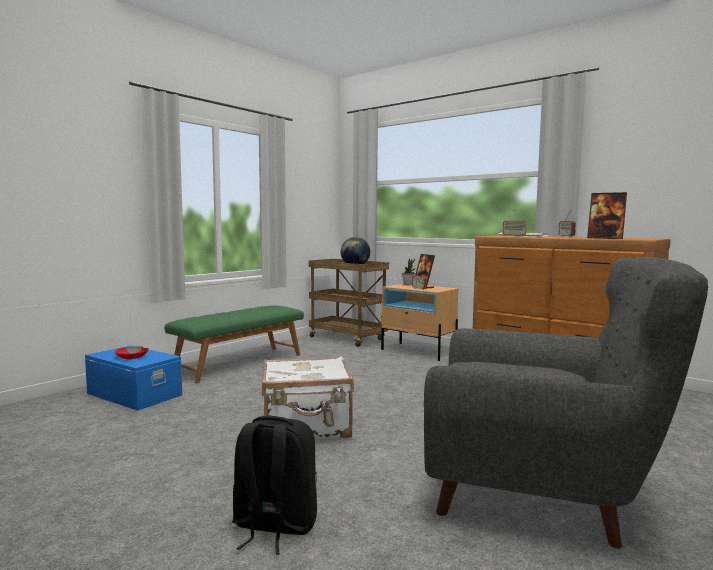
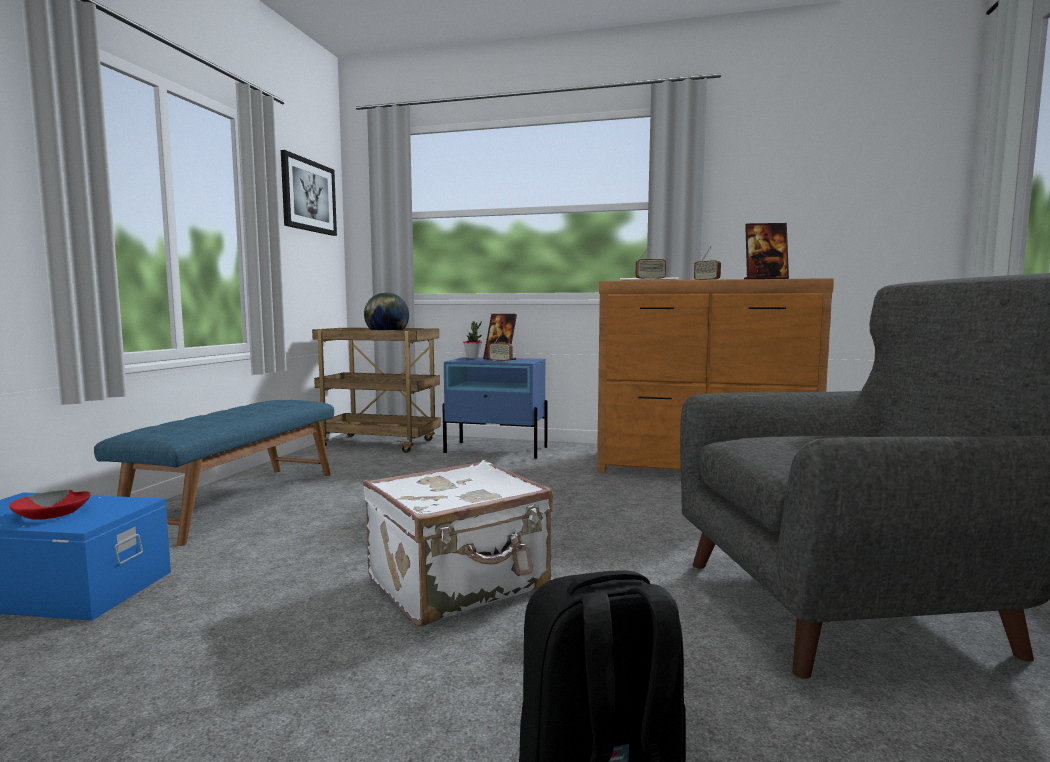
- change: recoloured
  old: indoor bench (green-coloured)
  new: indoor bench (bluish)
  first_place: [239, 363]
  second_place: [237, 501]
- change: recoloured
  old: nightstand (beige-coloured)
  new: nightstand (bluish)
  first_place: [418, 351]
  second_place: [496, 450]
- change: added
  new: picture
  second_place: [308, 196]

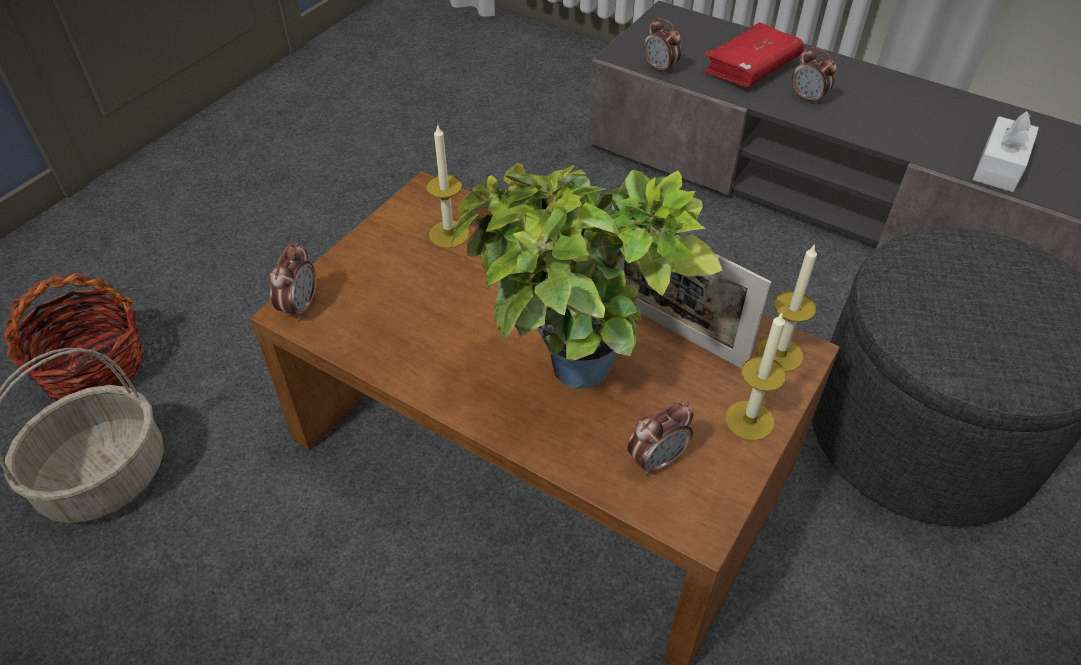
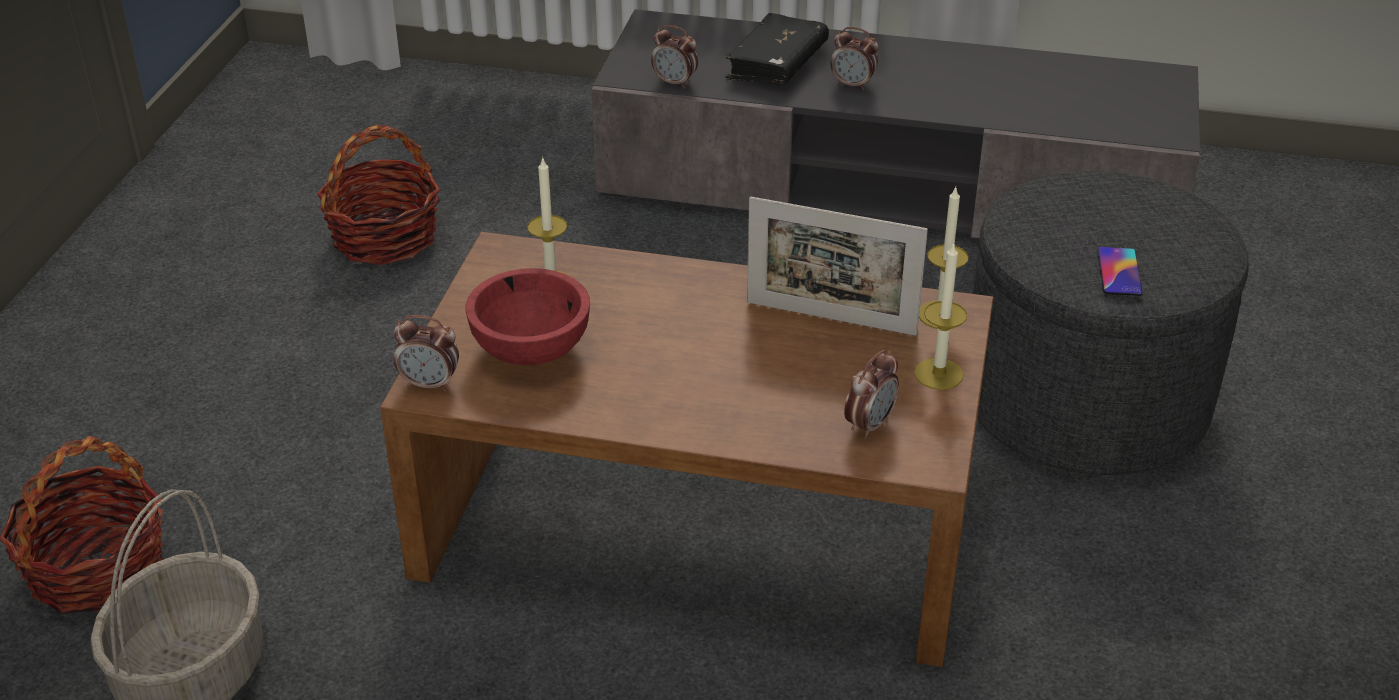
- change: turned
  old: bedside clock
  first_place: [300, 307]
  second_place: [430, 384]
  degrees: 105
- change: removed
  old: potted plant
  first_place: [571, 379]
- change: recoloured
  old: bound book (red-coloured)
  new: bound book (black)
  first_place: [751, 68]
  second_place: [776, 64]
- change: removed
  old: box of tissues (white-coloured)
  first_place: [999, 166]
- change: added
  new: storage basket
  second_place: [385, 237]
- change: added
  new: deep dish (red-coloured)
  second_place: [532, 349]
- change: added
  new: handset
  second_place: [1119, 272]

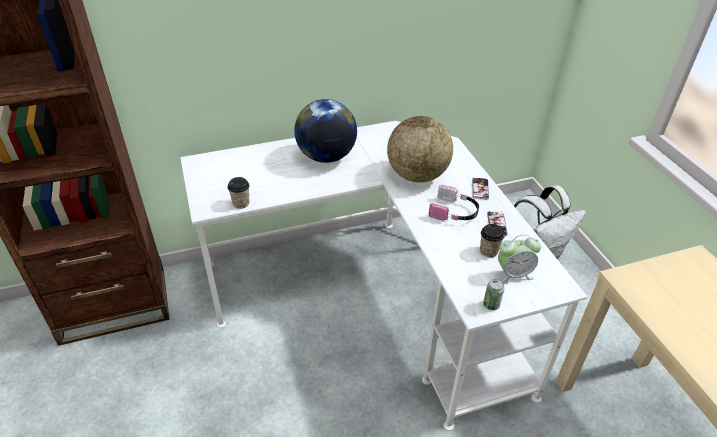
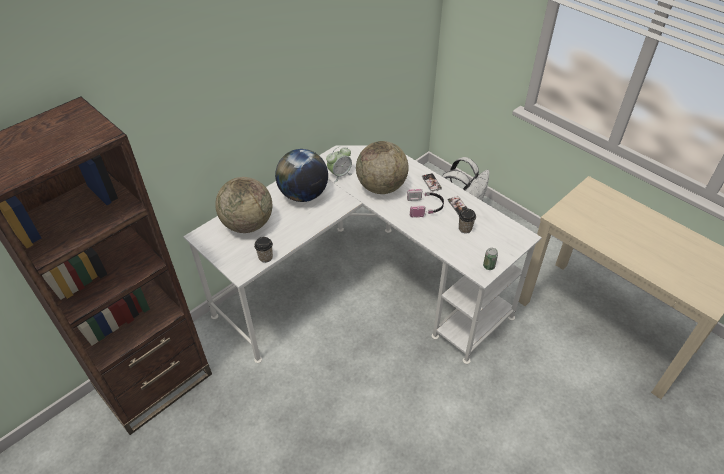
- change: moved
  old: bedside clock
  first_place: [513, 274]
  second_place: [340, 174]
- change: added
  new: desk globe
  second_place: [248, 224]

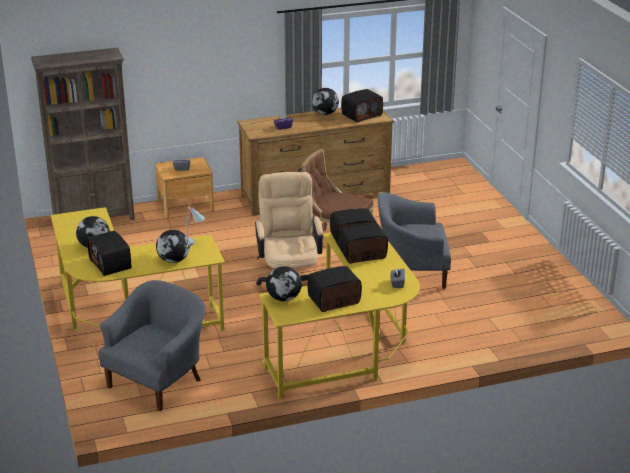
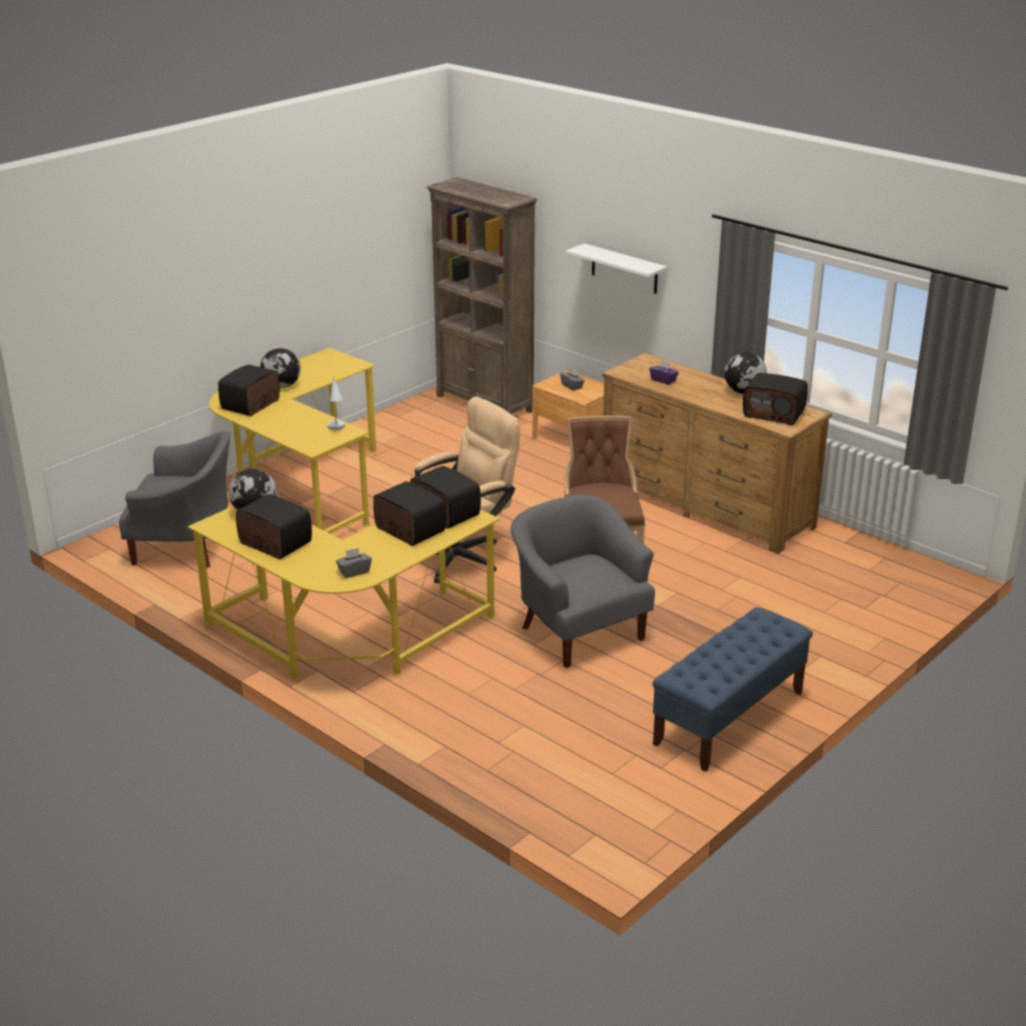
- change: removed
  old: desk globe
  first_place: [174, 260]
- change: added
  new: bracket shelf (white-coloured)
  second_place: [624, 269]
- change: added
  new: indoor bench (bluish)
  second_place: [729, 718]

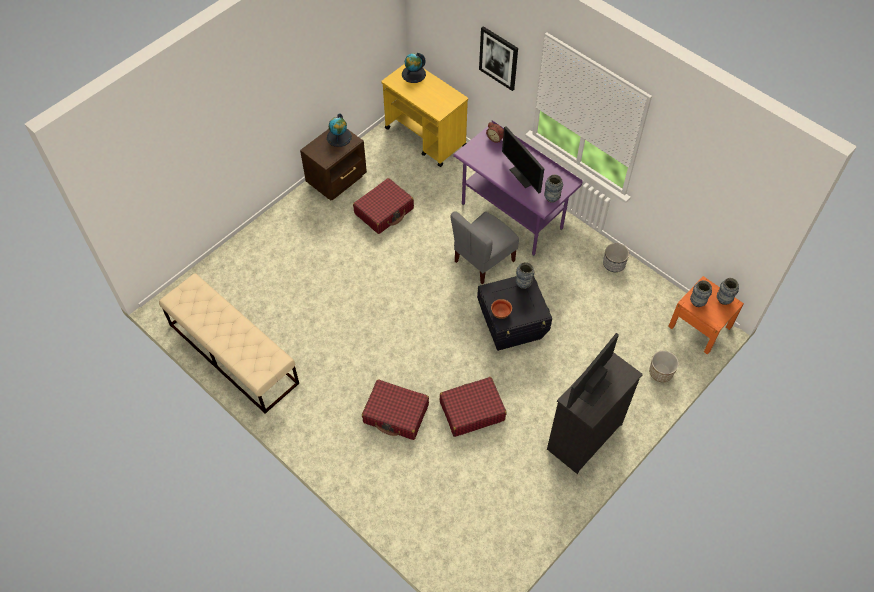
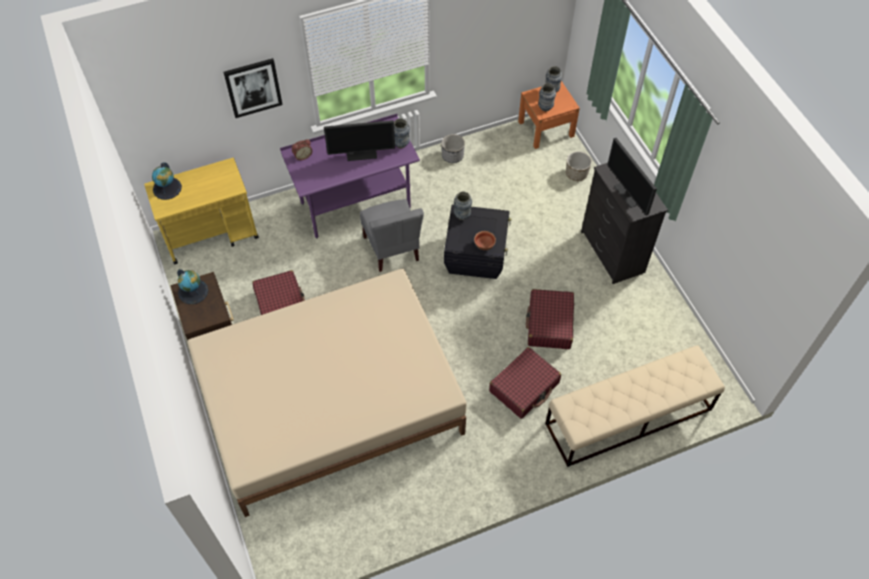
- change: moved
  old: indoor bench (beige-coloured)
  first_place: [233, 353]
  second_place: [628, 417]
- change: added
  new: bedroom bed (beige-coloured)
  second_place: [329, 400]

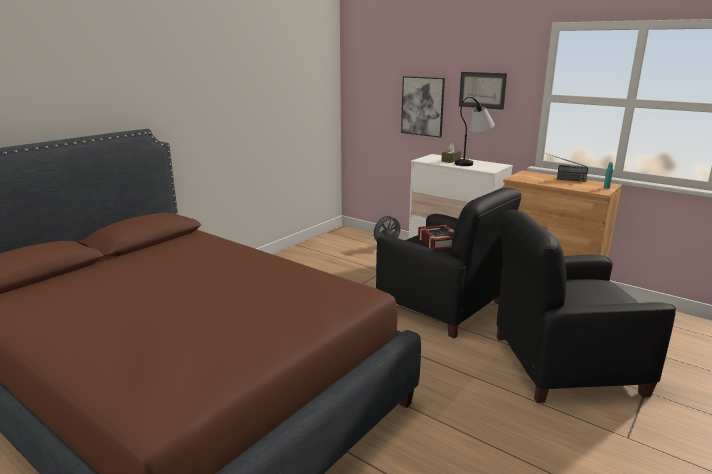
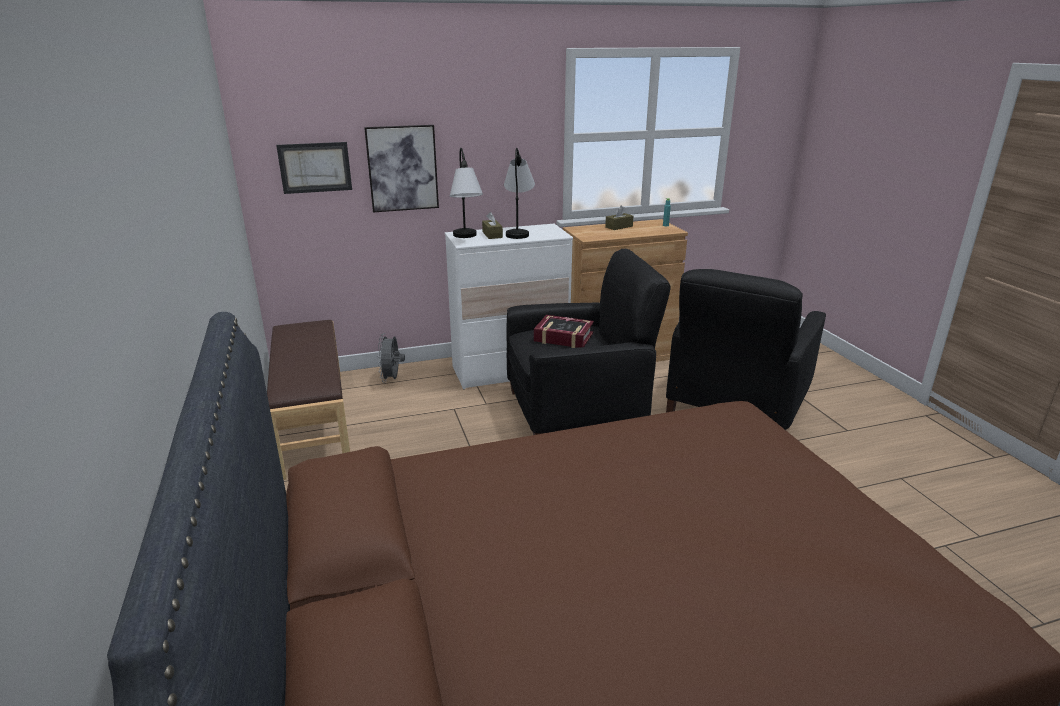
- change: moved
  old: picture
  first_place: [482, 90]
  second_place: [315, 167]
- change: replaced
  old: radio receiver
  new: box of tissues (brownish)
  first_place: [563, 179]
  second_place: [619, 227]
- change: added
  new: indoor bench (brownish)
  second_place: [312, 422]
- change: added
  new: tabletop lamp
  second_place: [466, 239]

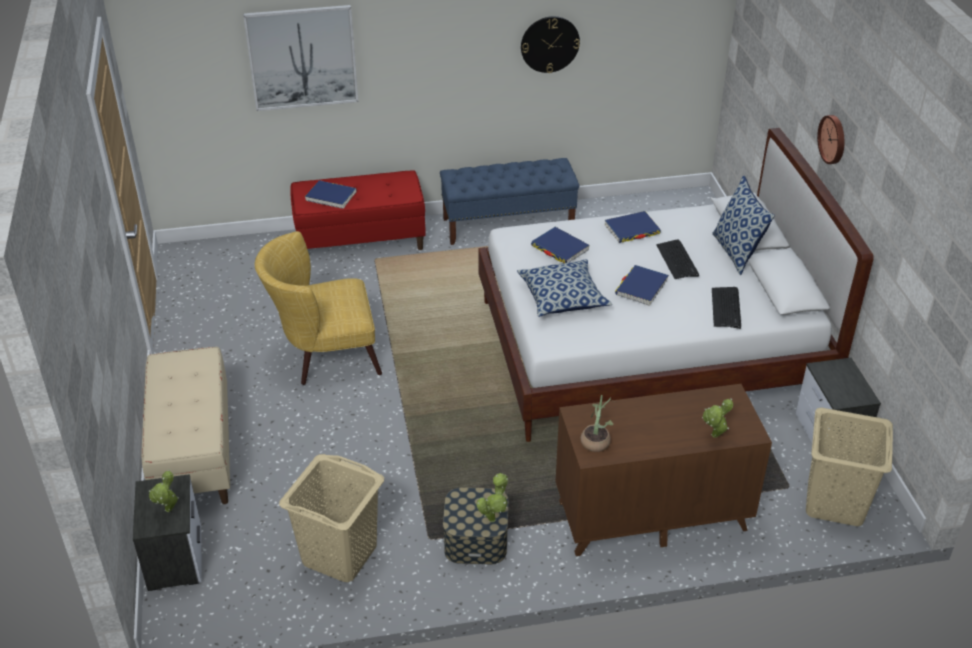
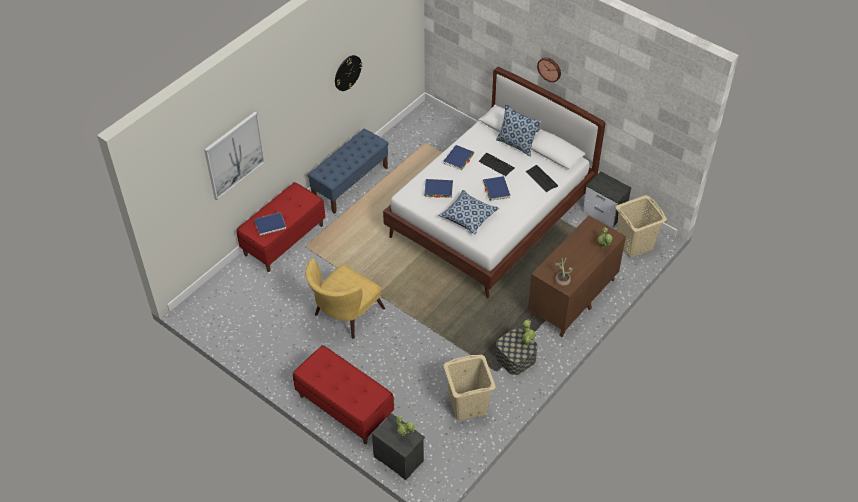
- change: recoloured
  old: indoor bench (beige-coloured)
  new: indoor bench (red-coloured)
  first_place: [193, 453]
  second_place: [344, 407]

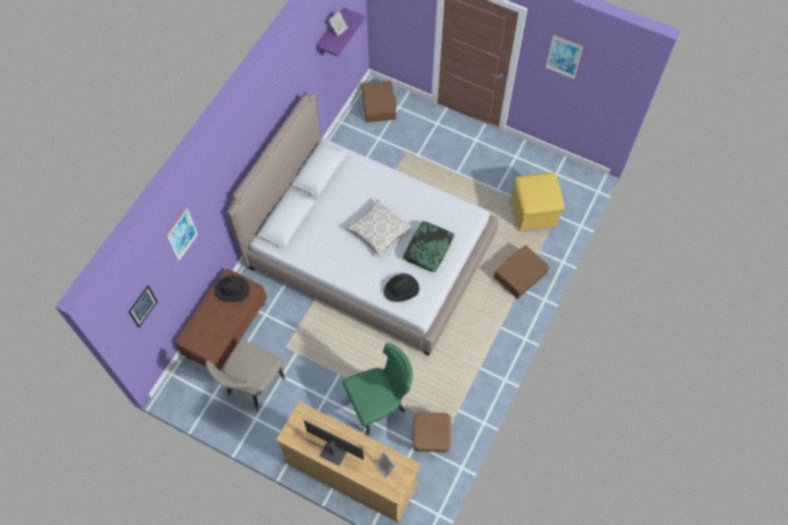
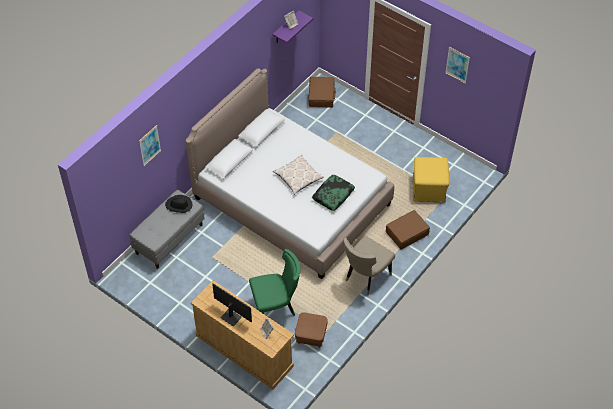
- change: removed
  old: picture
  first_place: [142, 306]
- change: recoloured
  old: indoor bench (brownish)
  new: indoor bench (greyish)
  first_place: [226, 330]
  second_place: [169, 239]
- change: moved
  old: upright chair (beige-coloured)
  first_place: [252, 387]
  second_place: [365, 277]
- change: removed
  old: wearable hat (black)
  first_place: [401, 289]

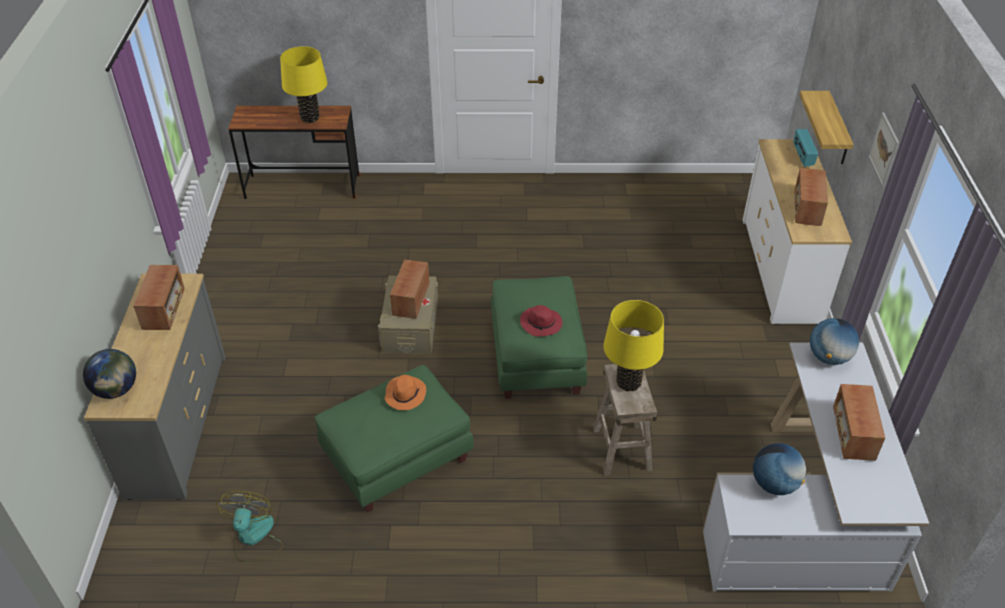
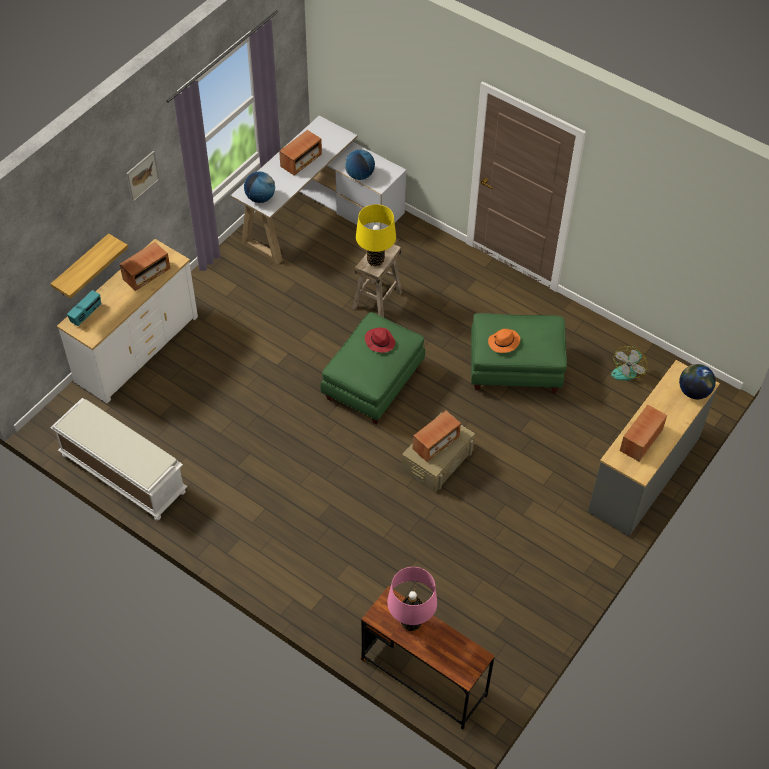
- change: recoloured
  old: tabletop lamp (yellow)
  new: tabletop lamp (pink-coloured)
  first_place: [310, 118]
  second_place: [411, 622]
- change: added
  new: indoor bench (white-coloured)
  second_place: [122, 474]

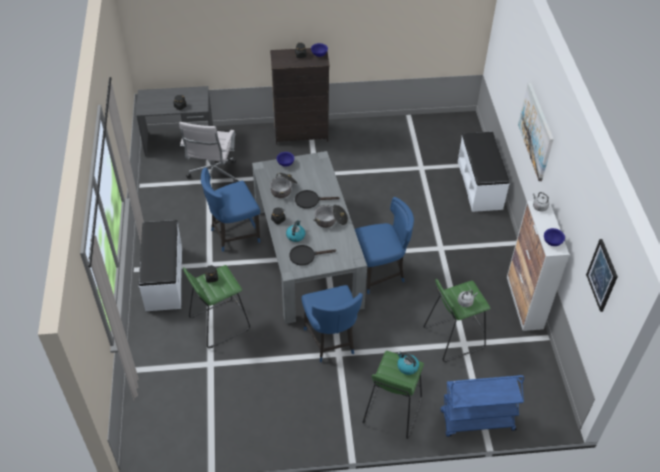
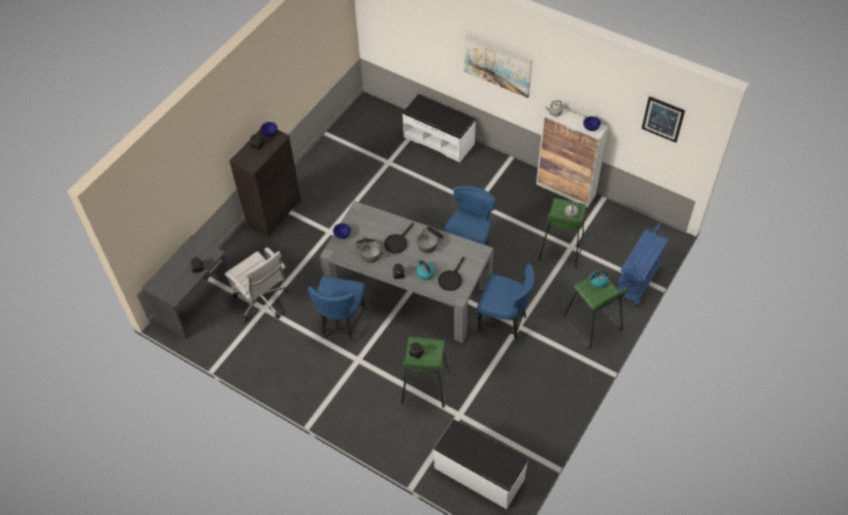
- change: moved
  old: indoor bench (white-coloured)
  first_place: [163, 278]
  second_place: [478, 474]

